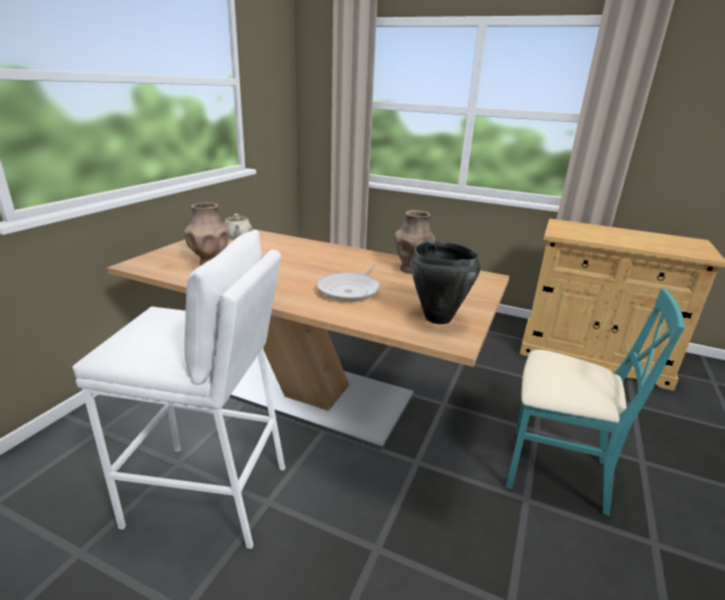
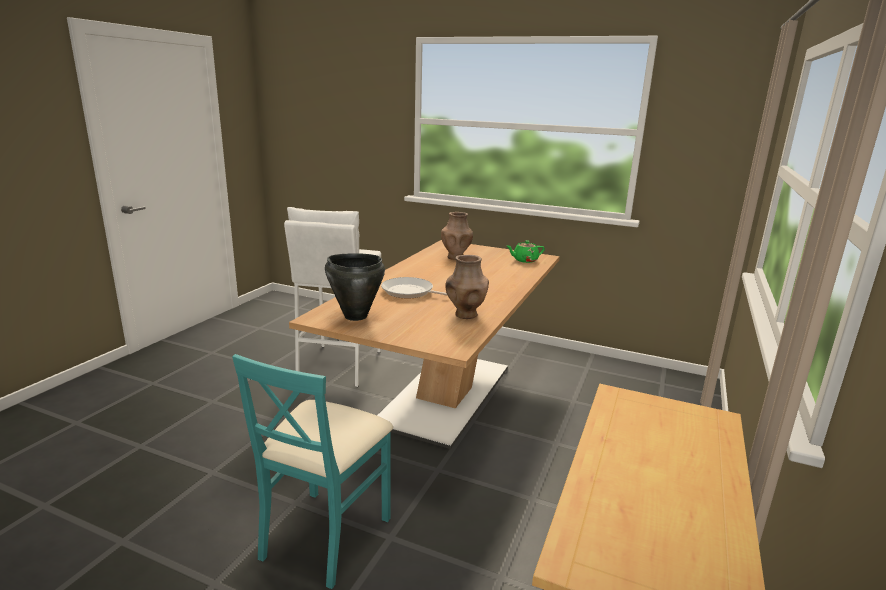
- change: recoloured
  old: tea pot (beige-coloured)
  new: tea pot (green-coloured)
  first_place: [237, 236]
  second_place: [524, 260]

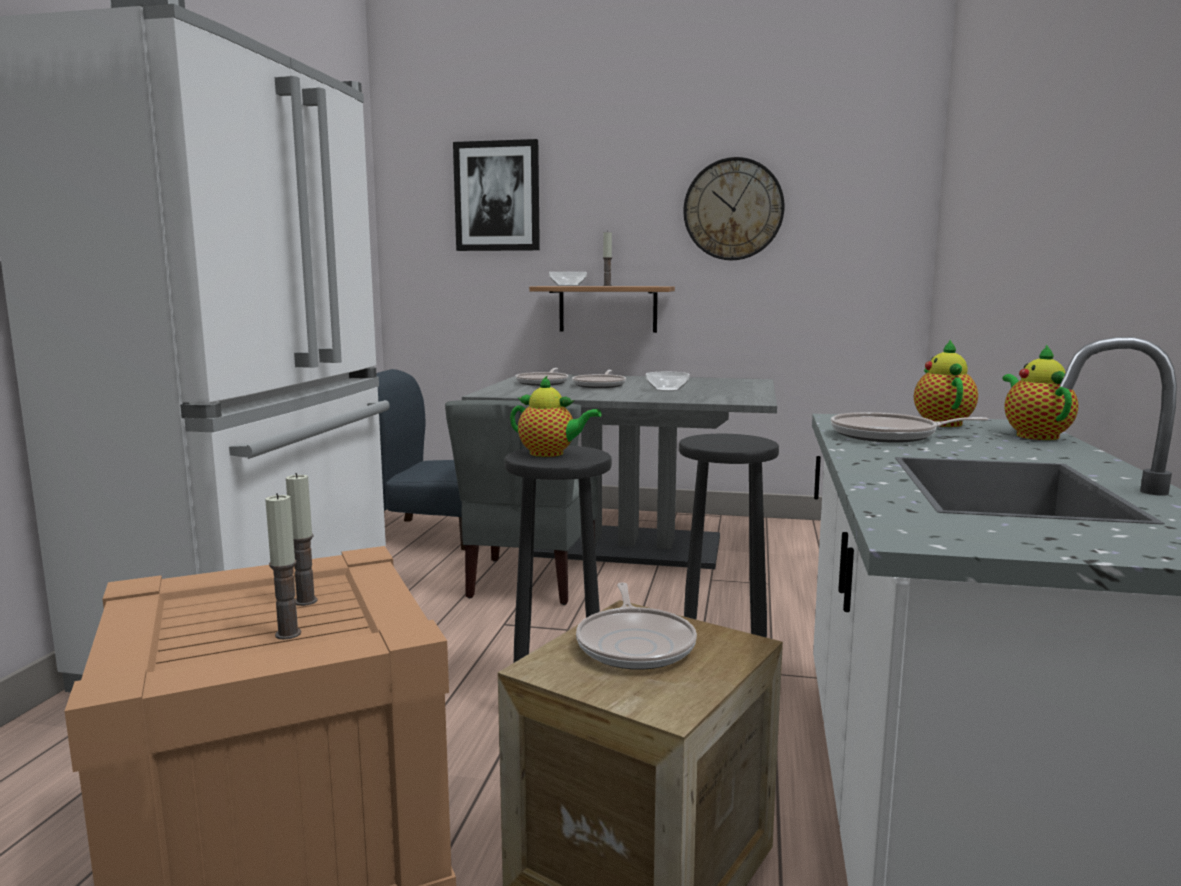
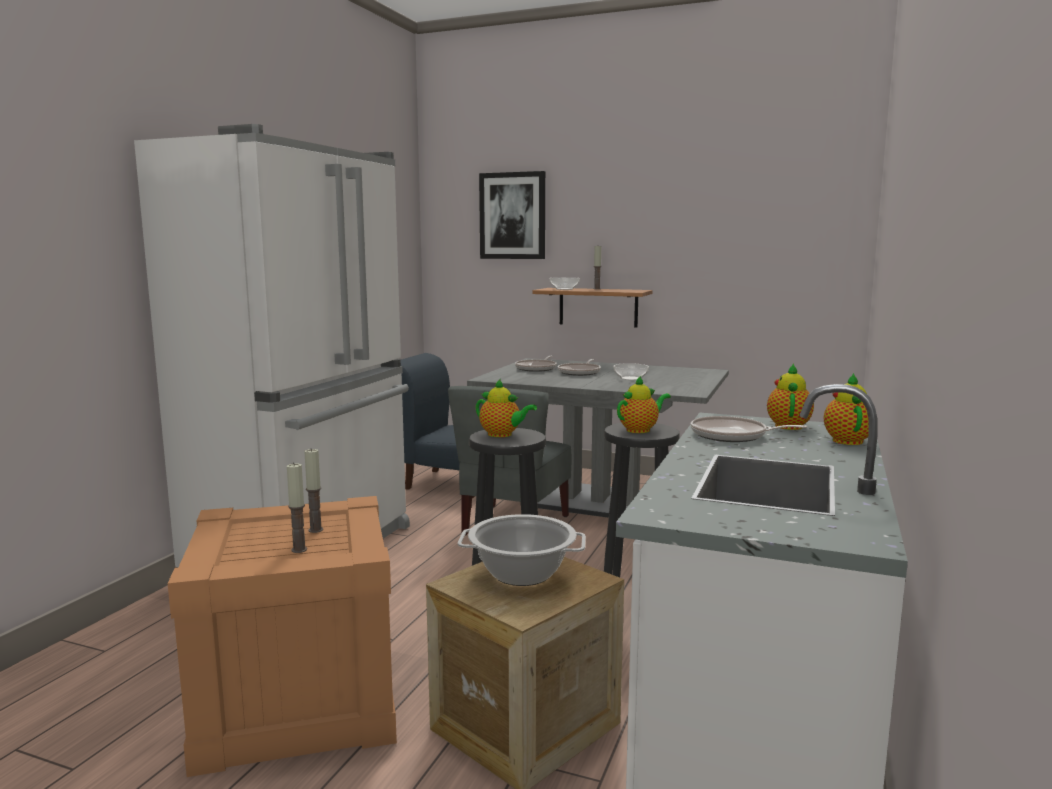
- change: replaced
  old: pan
  new: stockpot
  first_place: [635, 644]
  second_place: [522, 573]
- change: removed
  old: wall clock
  first_place: [733, 209]
- change: added
  new: tea pot
  second_place: [640, 430]

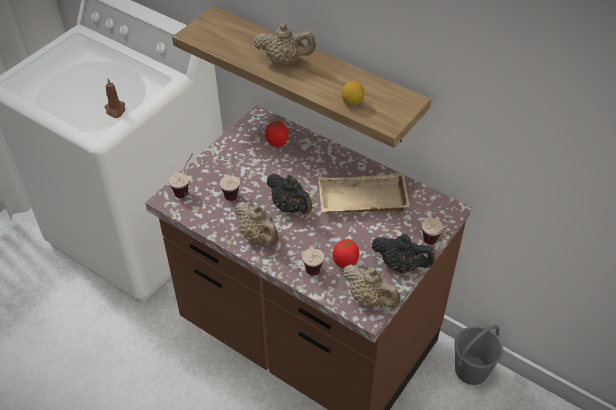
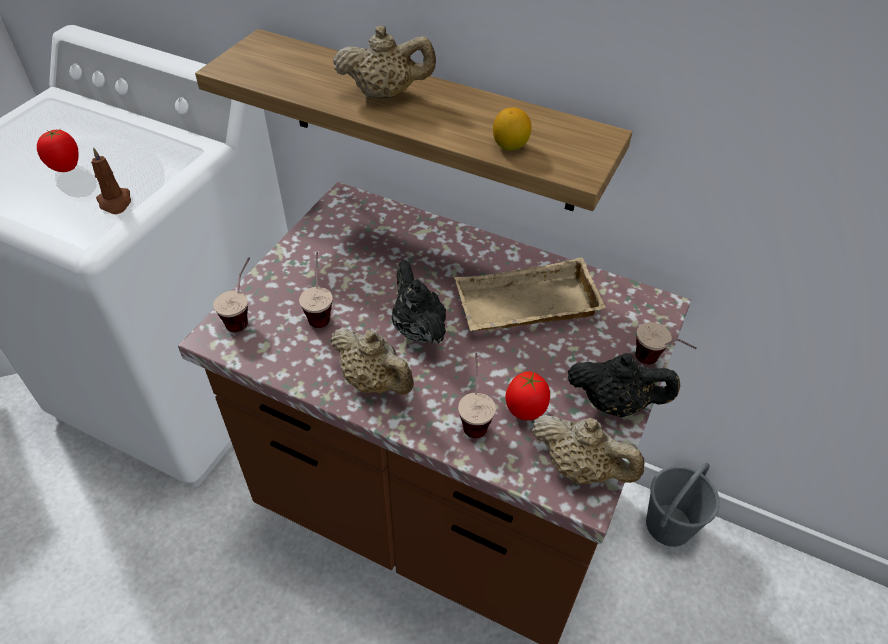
- change: moved
  old: whole tomato
  first_place: [277, 144]
  second_place: [66, 168]
- change: turned
  old: tea pot (black)
  first_place: [290, 207]
  second_place: [417, 328]
  degrees: -150

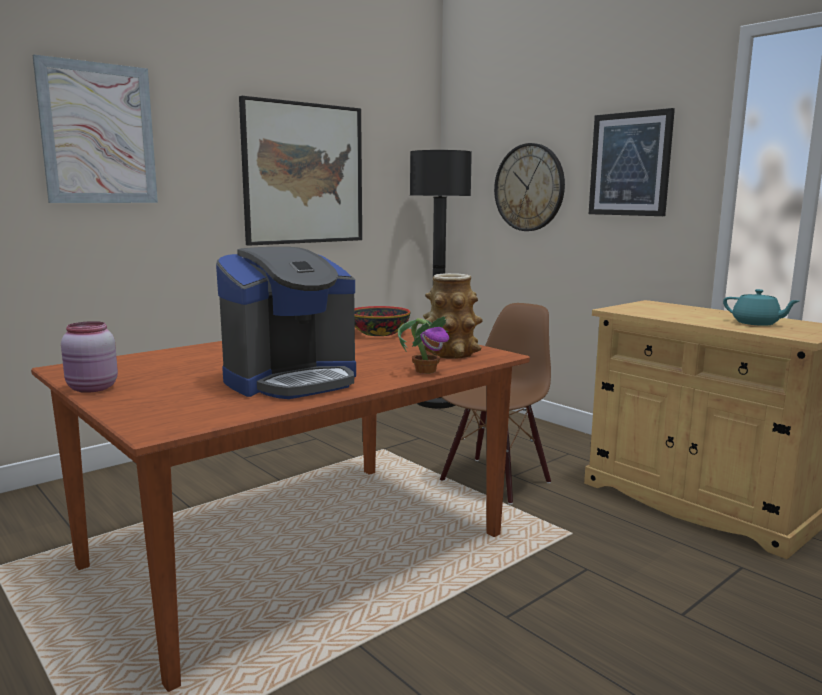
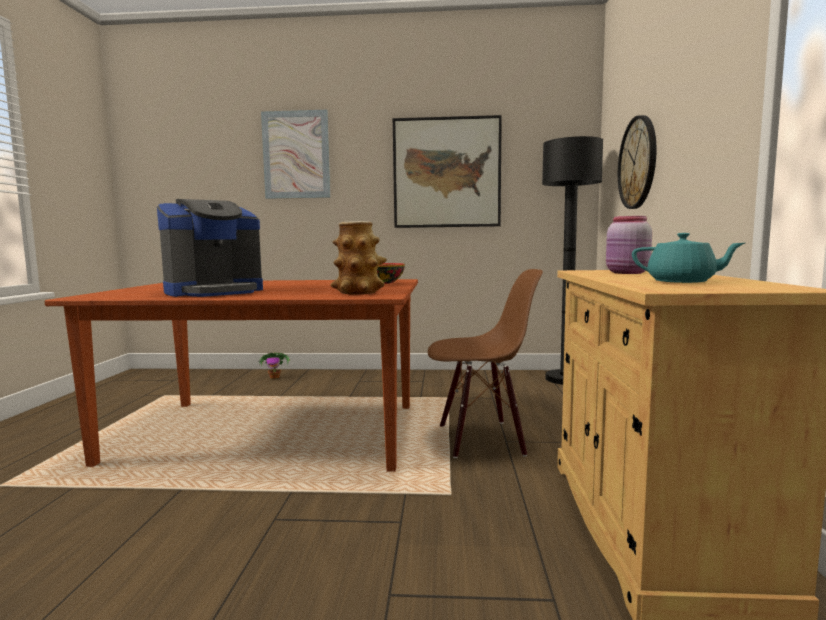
- change: moved
  old: storage jar (pink-coloured)
  first_place: [92, 388]
  second_place: [627, 273]
- change: turned
  old: coffee machine
  first_place: [292, 381]
  second_place: [214, 292]
  degrees: -45
- change: moved
  old: potted plant
  first_place: [426, 371]
  second_place: [275, 377]
- change: removed
  old: picture
  first_place: [630, 164]
- change: turned
  old: tea pot (blue-green)
  first_place: [756, 323]
  second_place: [682, 281]
  degrees: -60

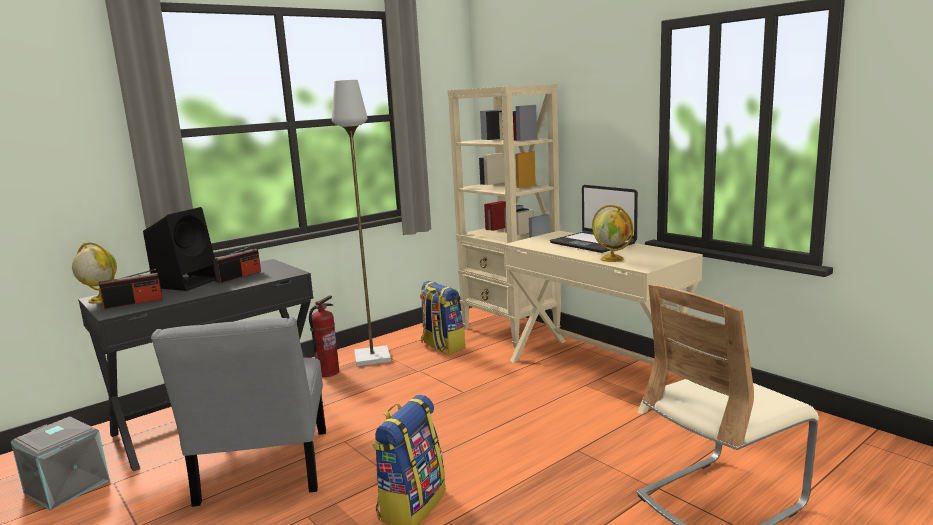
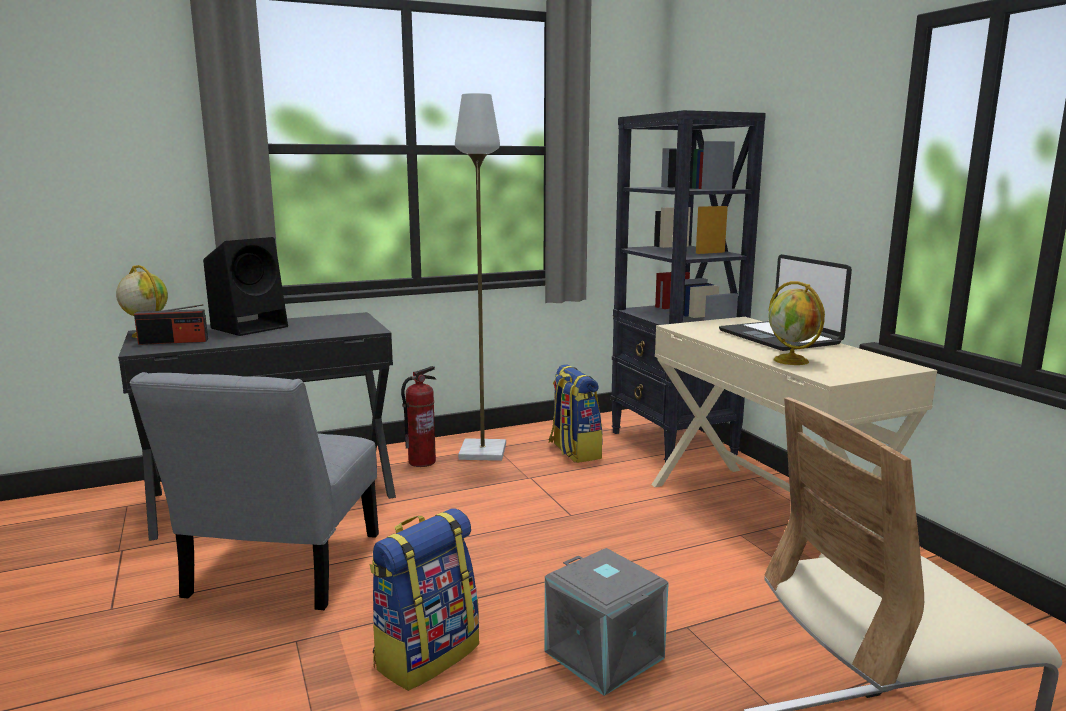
- change: moved
  old: storage container (greyish)
  first_place: [68, 486]
  second_place: [606, 654]
- change: removed
  old: radio receiver
  first_place: [239, 276]
- change: recoloured
  old: bookcase (beige-coloured)
  new: bookcase (black)
  first_place: [511, 330]
  second_place: [673, 443]

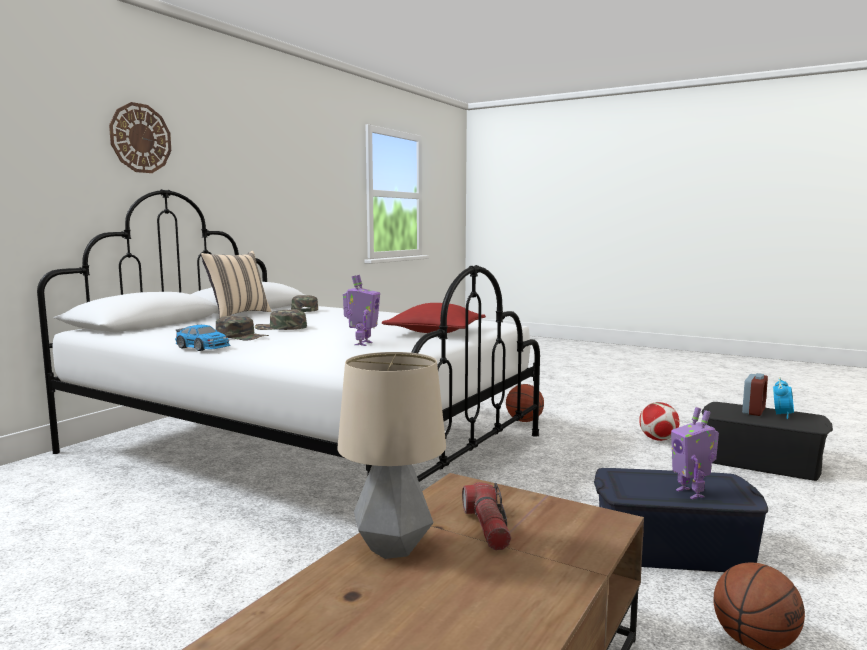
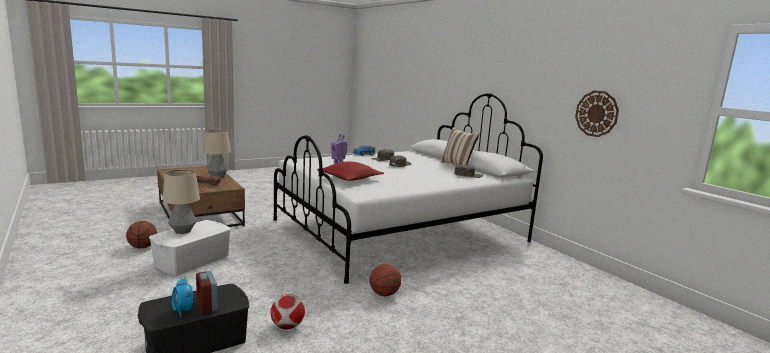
- change: moved
  old: wall clock
  first_place: [140, 138]
  second_place: [596, 113]
- change: recoloured
  old: storage container (bluish)
  new: storage container (white-coloured)
  first_place: [673, 550]
  second_place: [192, 260]
- change: replaced
  old: robot figure
  new: tabletop lamp
  first_place: [691, 493]
  second_place: [182, 231]

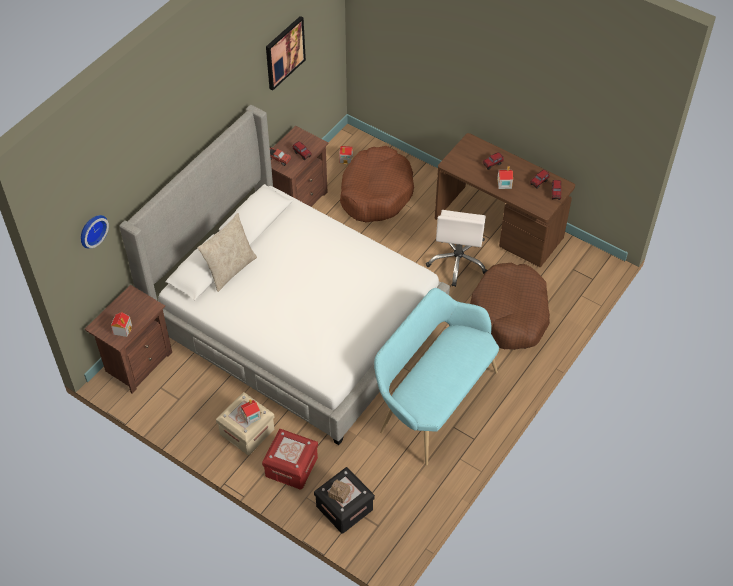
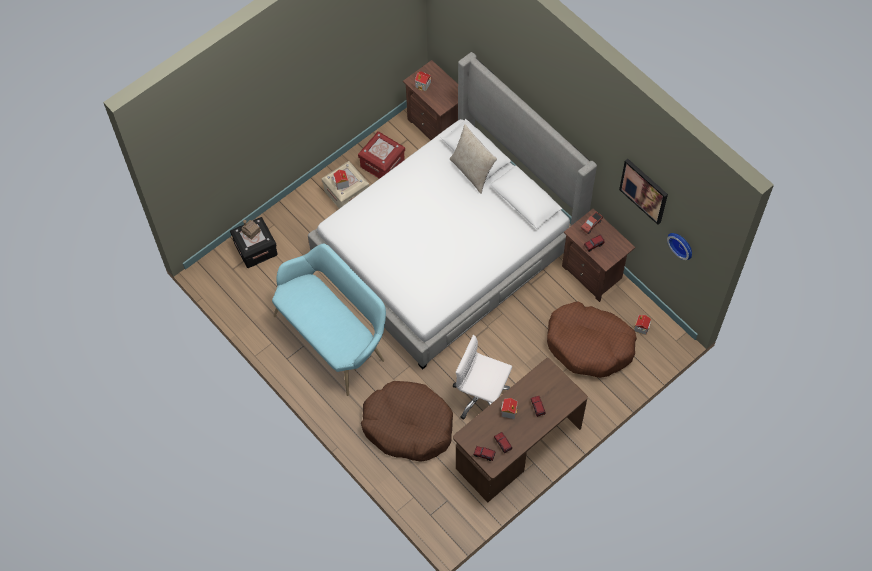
- change: moved
  old: wall clock
  first_place: [91, 230]
  second_place: [681, 244]
- change: moved
  old: storage container (red-coloured)
  first_place: [291, 467]
  second_place: [382, 163]

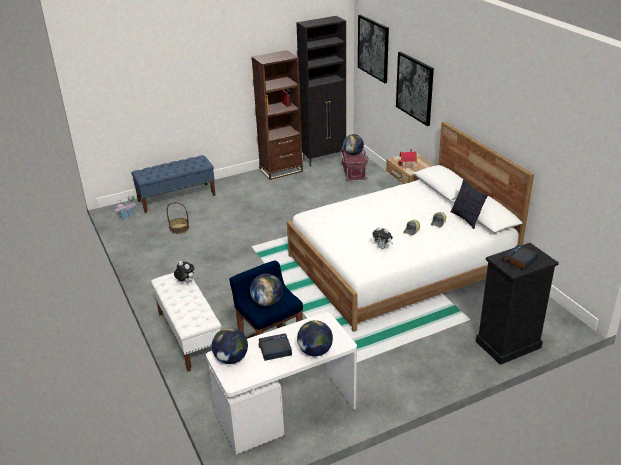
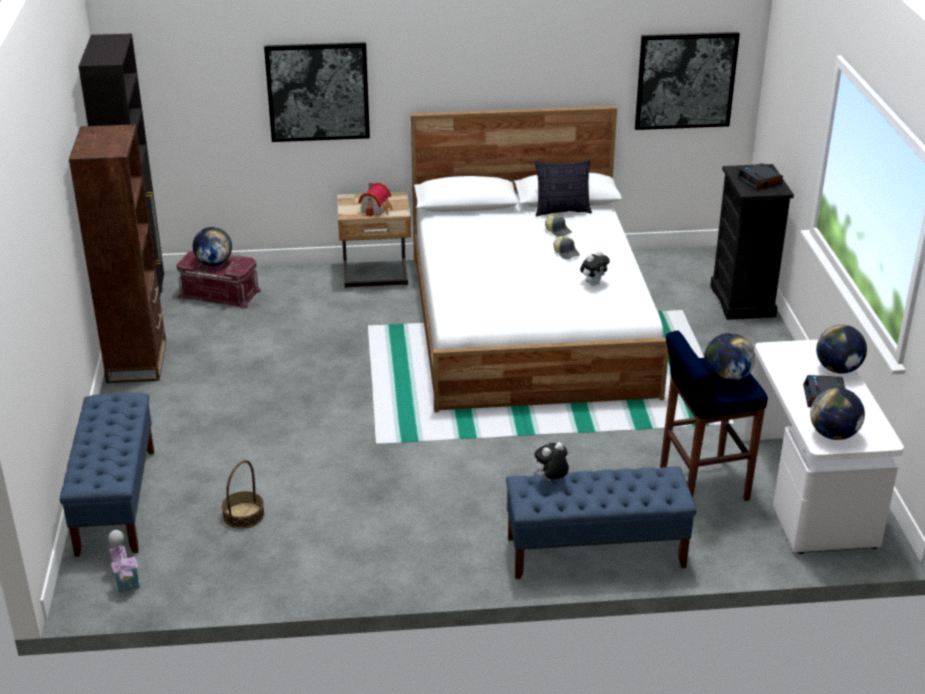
- change: recoloured
  old: indoor bench (white-coloured)
  new: indoor bench (bluish)
  first_place: [189, 335]
  second_place: [595, 552]
- change: moved
  old: picture
  first_place: [373, 48]
  second_place: [685, 80]

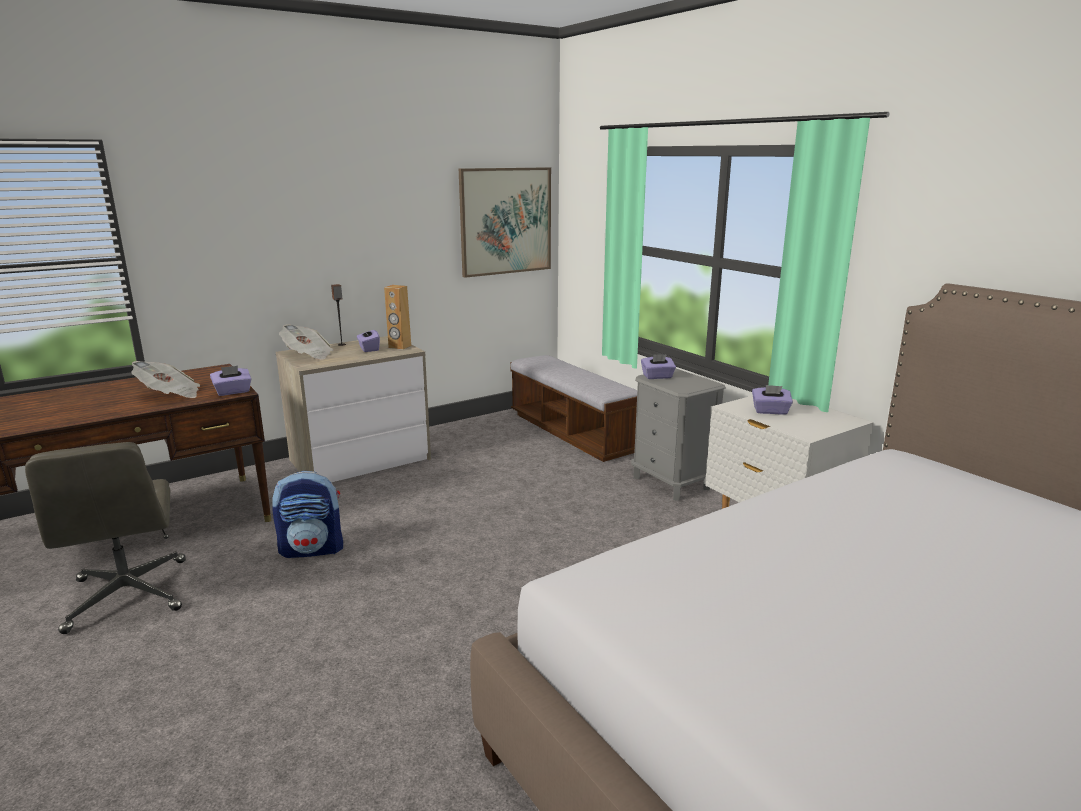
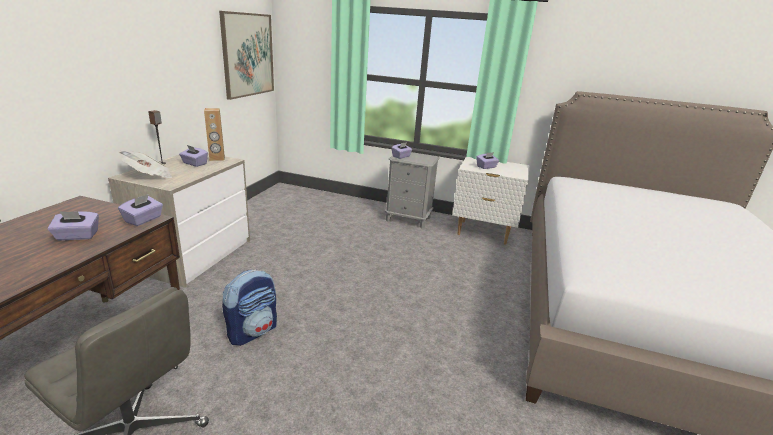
- change: replaced
  old: newspaper
  new: box of tissues (purplish)
  first_place: [170, 395]
  second_place: [77, 236]
- change: removed
  old: indoor bench
  first_place: [572, 432]

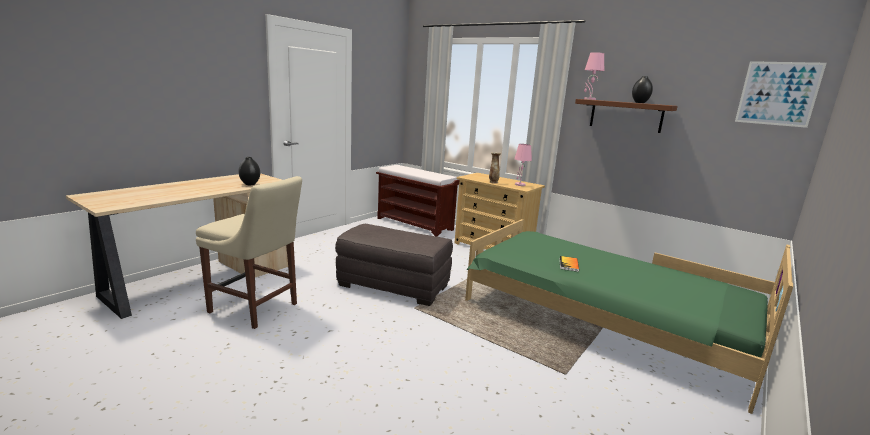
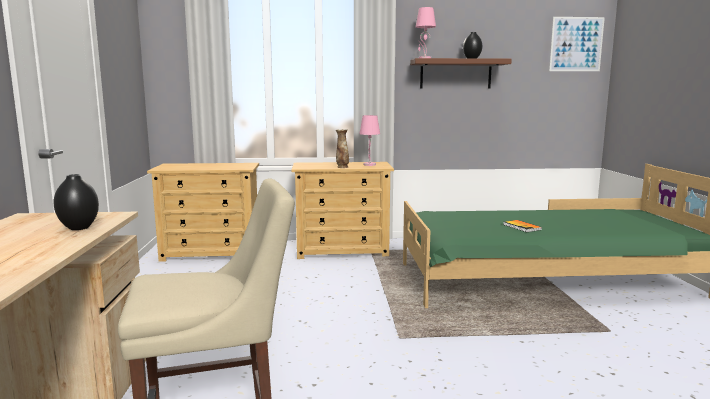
- change: removed
  old: footrest (greyish)
  first_place: [394, 285]
- change: replaced
  old: indoor bench (brownish)
  new: dresser (beige-coloured)
  first_place: [415, 224]
  second_place: [211, 253]

